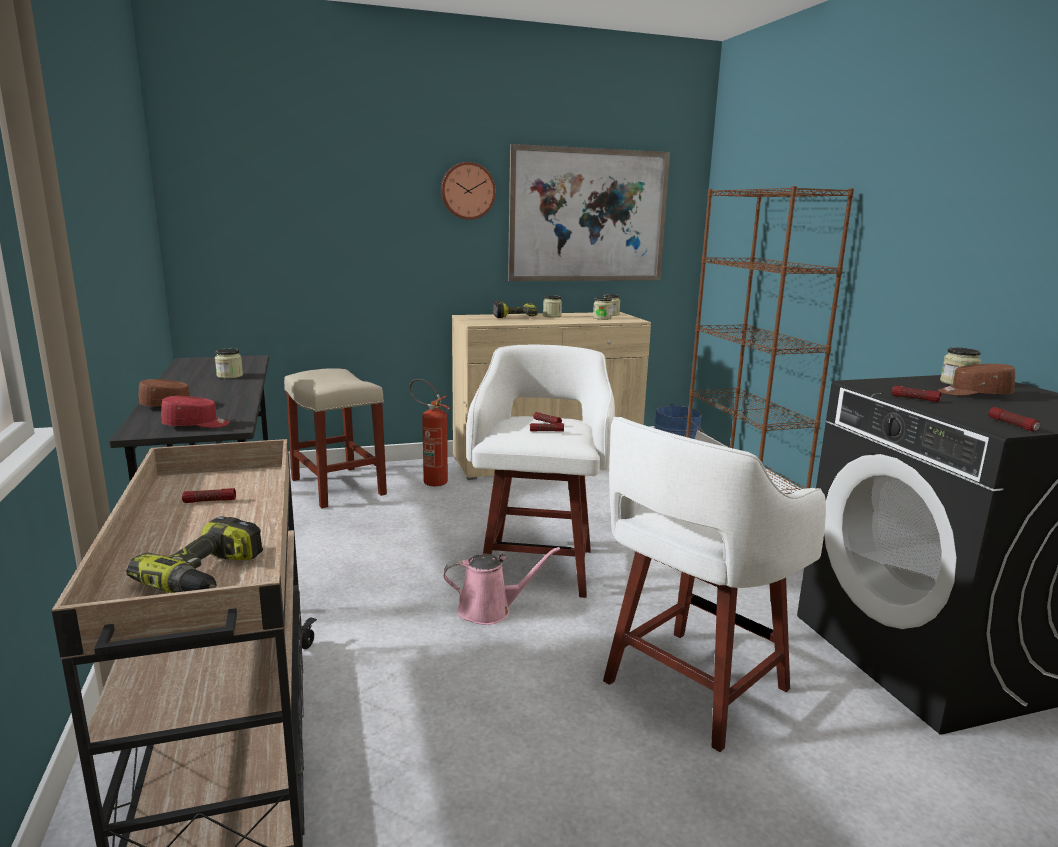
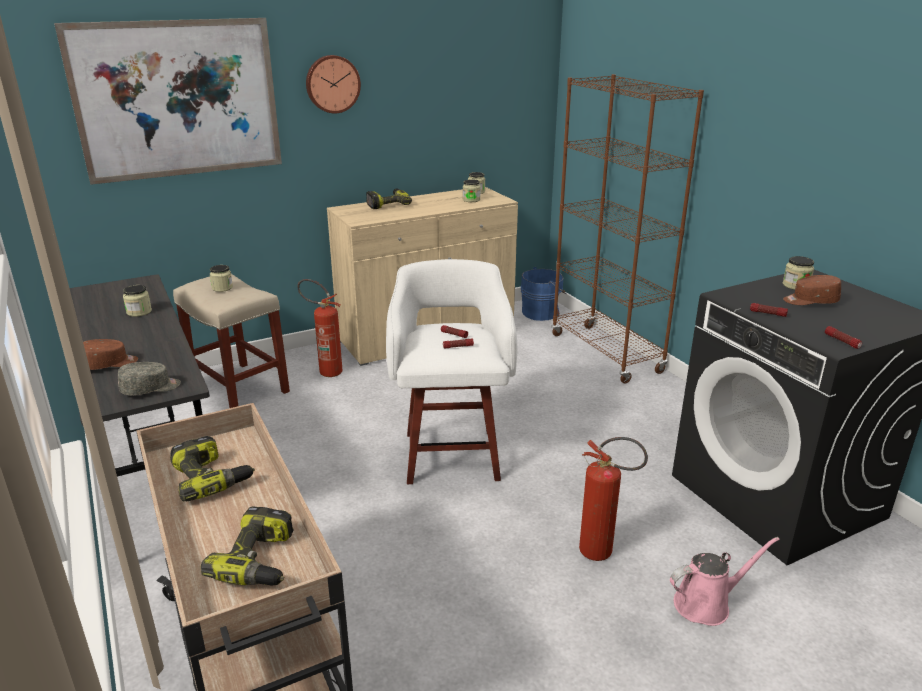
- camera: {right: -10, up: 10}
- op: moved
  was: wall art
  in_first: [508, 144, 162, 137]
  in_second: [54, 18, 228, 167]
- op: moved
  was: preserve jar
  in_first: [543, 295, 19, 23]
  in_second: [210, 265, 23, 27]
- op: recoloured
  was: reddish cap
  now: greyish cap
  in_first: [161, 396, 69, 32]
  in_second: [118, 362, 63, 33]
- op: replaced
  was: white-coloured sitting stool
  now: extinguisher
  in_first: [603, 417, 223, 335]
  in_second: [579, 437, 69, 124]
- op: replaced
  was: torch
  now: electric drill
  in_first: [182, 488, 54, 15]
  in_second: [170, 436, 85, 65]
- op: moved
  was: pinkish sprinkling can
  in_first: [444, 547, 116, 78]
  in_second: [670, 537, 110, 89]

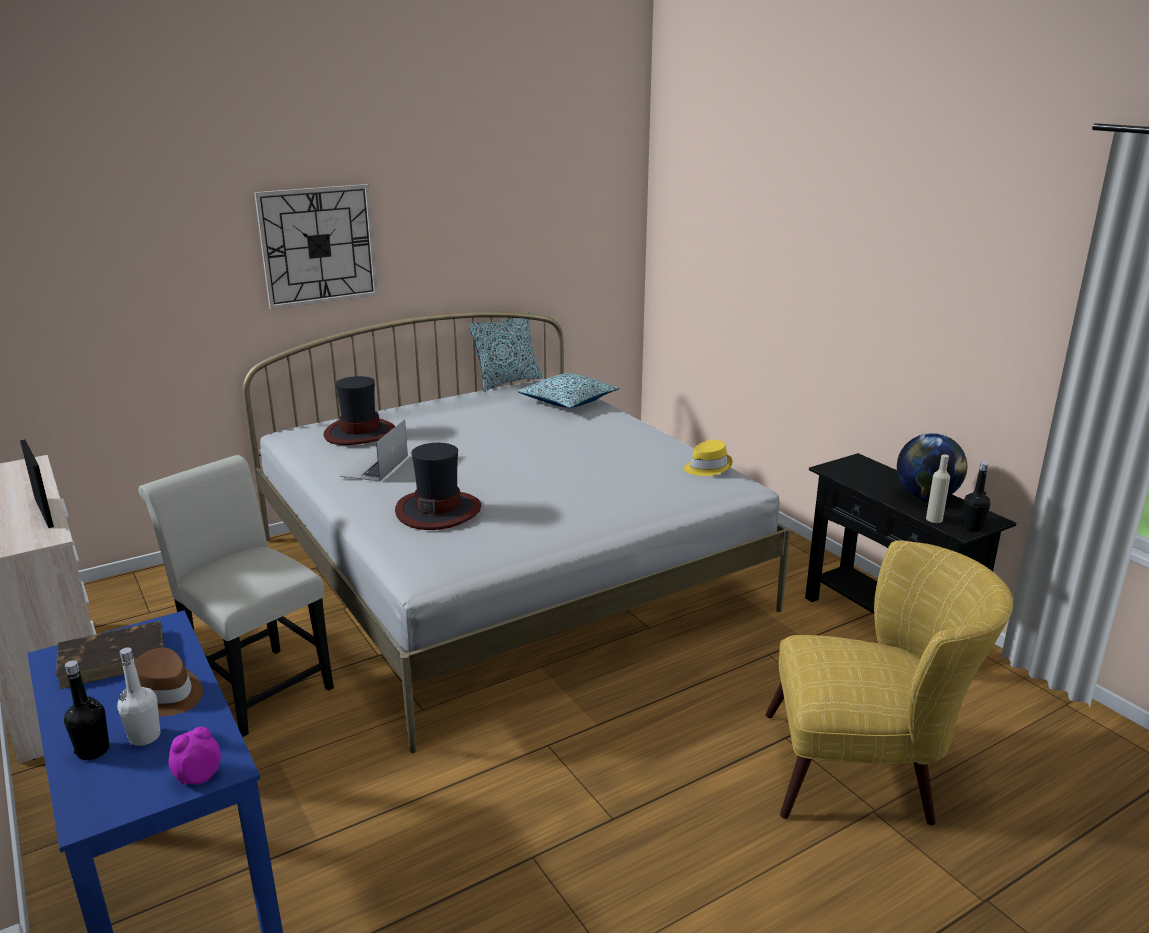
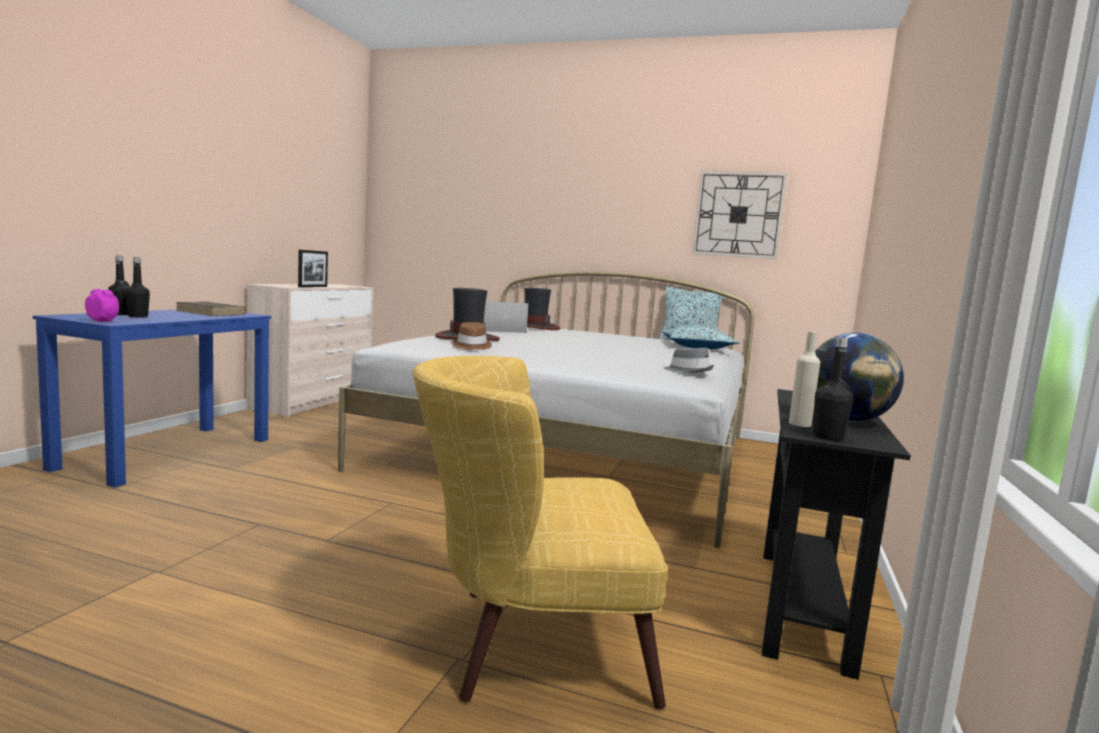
- camera: {right: 50, up: -15}
- op: moved
  was: clock on the wall
  in_first: [254, 184, 124, 125]
  in_second: [692, 171, 96, 88]
- op: recoloured
  was: yellow wearable hat
  now: greyish wearable hat
  in_first: [684, 440, 49, 36]
  in_second: [664, 348, 50, 25]
- op: removed
  was: white-coloured plain chair
  in_first: [138, 455, 196, 282]
- op: turned
  was: yellow lounge chair
  in_first: [766, 540, 247, 285]
  in_second: [412, 356, 256, 353]
  clockwise: 120
- op: recoloured
  was: white-coloured drink bottle
  now: blackish drink bottle
  in_first: [117, 647, 43, 99]
  in_second: [125, 257, 25, 61]
- op: moved
  was: brown-coloured wearable hat
  in_first: [126, 648, 77, 68]
  in_second: [452, 322, 40, 28]

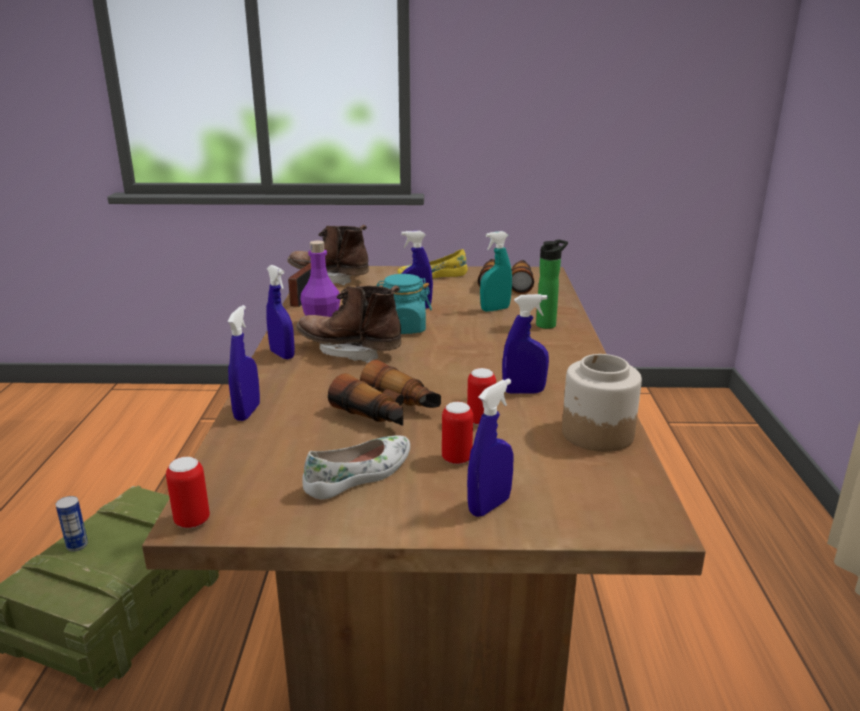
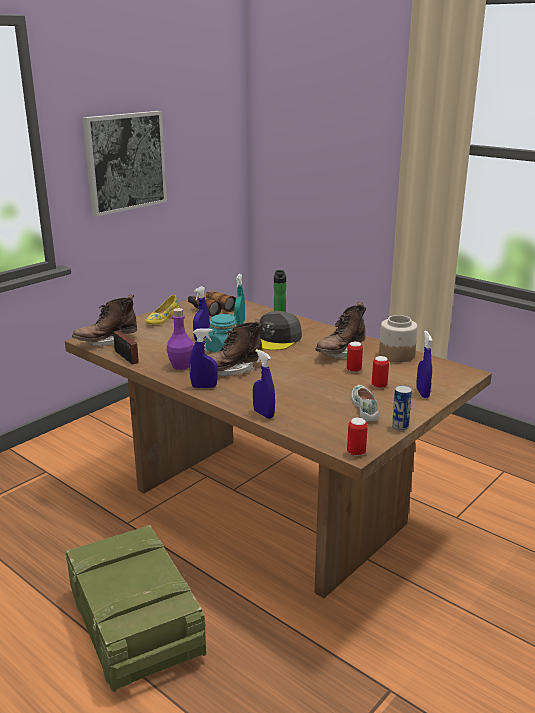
- camera: {right: -50, up: 0}
- op: replaced
  was: bluish sprayer
  now: brown-coloured boot
  in_first: [502, 294, 47, 99]
  in_second: [315, 302, 51, 56]
- op: removed
  was: field glasses
  in_first: [328, 360, 113, 66]
- op: moved
  was: metal can
  in_first: [56, 496, 32, 56]
  in_second: [392, 385, 20, 46]
- op: added
  now: wall art
  in_second: [82, 111, 85, 106]
- op: added
  now: greyish cap
  in_second: [259, 311, 43, 39]

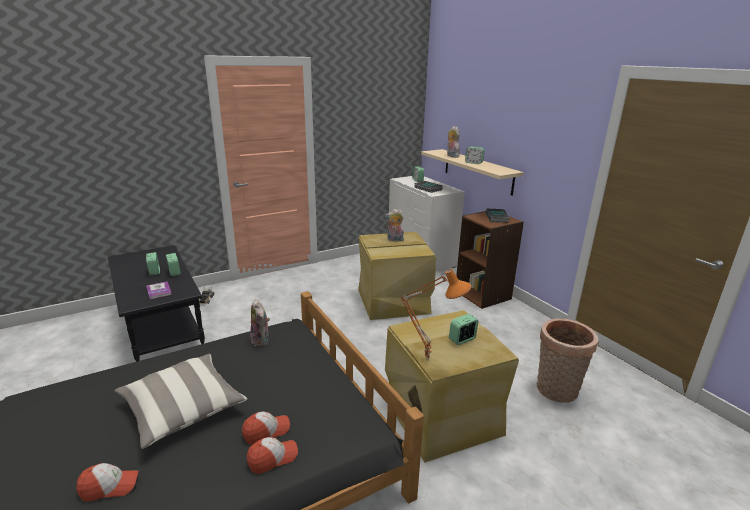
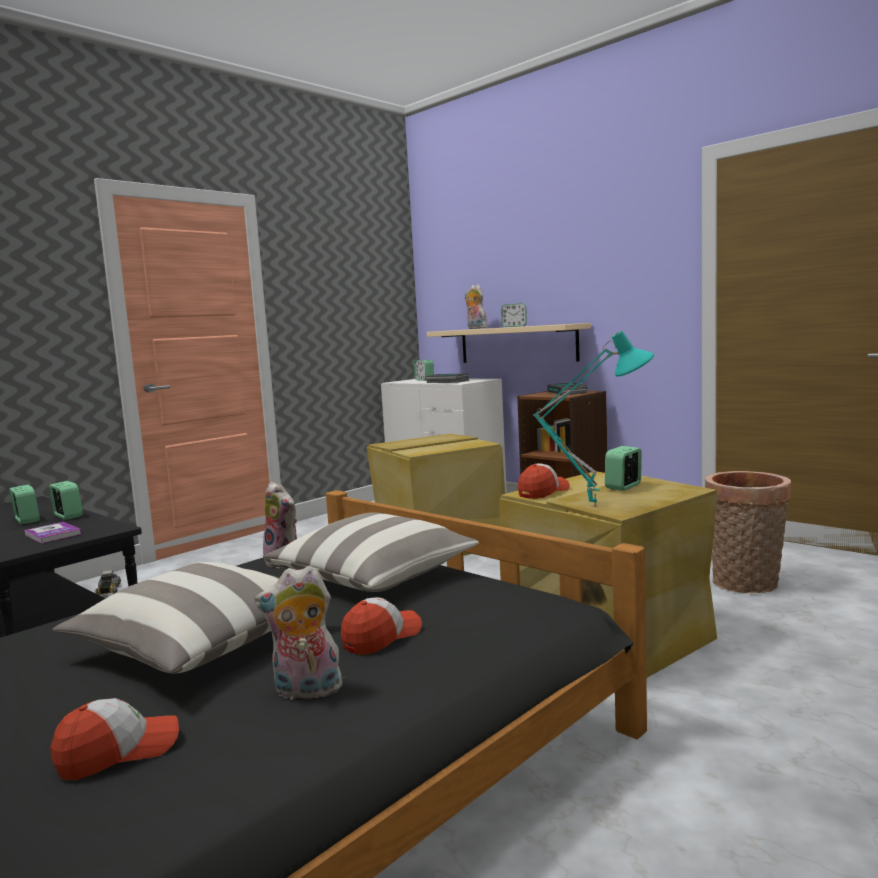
- camera: {right: -15, up: -15}
- op: moved
  was: cuddly toy
  in_first: [385, 209, 19, 33]
  in_second: [255, 565, 87, 135]
- op: recoloured
  was: orange-coloured tabletop lamp
  now: turquoise-coloured tabletop lamp
  in_first: [401, 269, 70, 91]
  in_second: [533, 331, 121, 176]
- op: moved
  was: cap
  in_first: [247, 437, 51, 37]
  in_second: [518, 464, 52, 35]
- op: added
  now: throw pillow
  in_second: [263, 512, 216, 80]

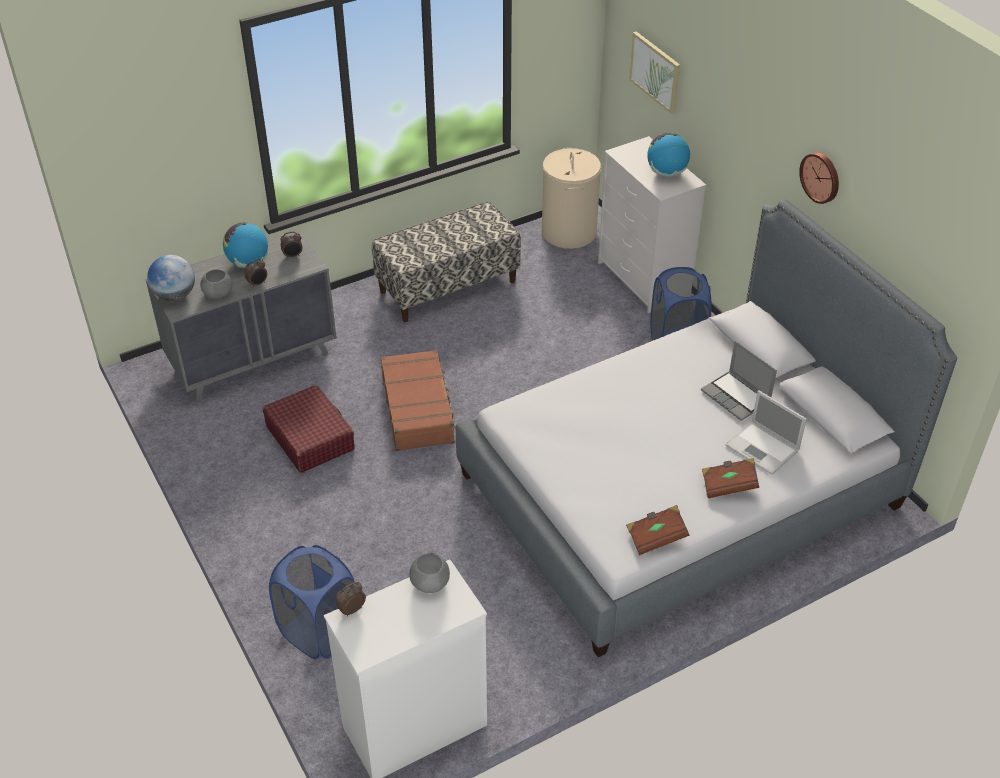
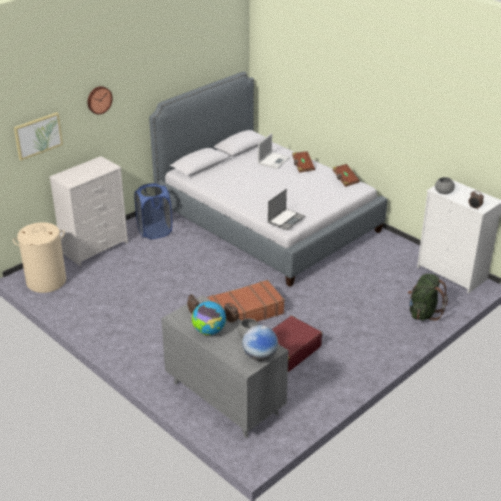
- camera: {right: -105, up: -10}
- op: removed
  was: globe
  in_first: [647, 133, 43, 44]
- op: moved
  was: clock on the wall
  in_first: [799, 152, 40, 52]
  in_second: [87, 86, 26, 29]
- op: removed
  was: indoor bench
  in_first: [372, 202, 149, 120]
- op: moved
  was: laptop
  in_first: [701, 341, 76, 80]
  in_second: [268, 189, 37, 41]
- op: replaced
  was: bluish hamper
  now: green rucksack
  in_first: [269, 545, 86, 114]
  in_second: [408, 274, 40, 47]

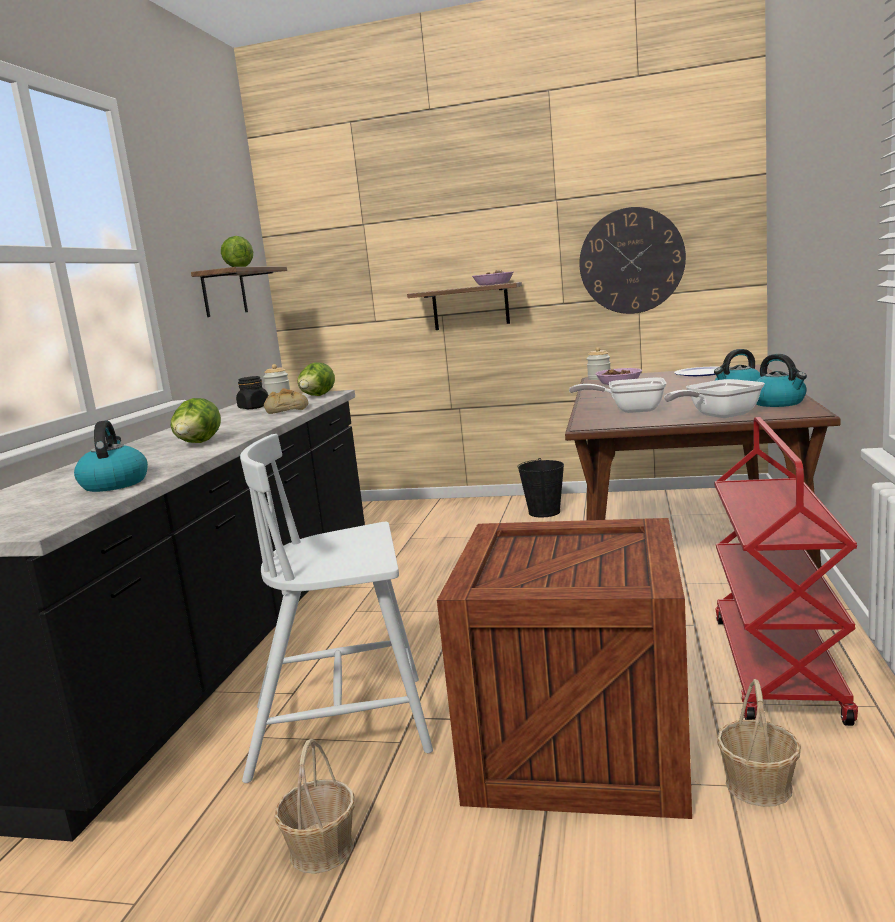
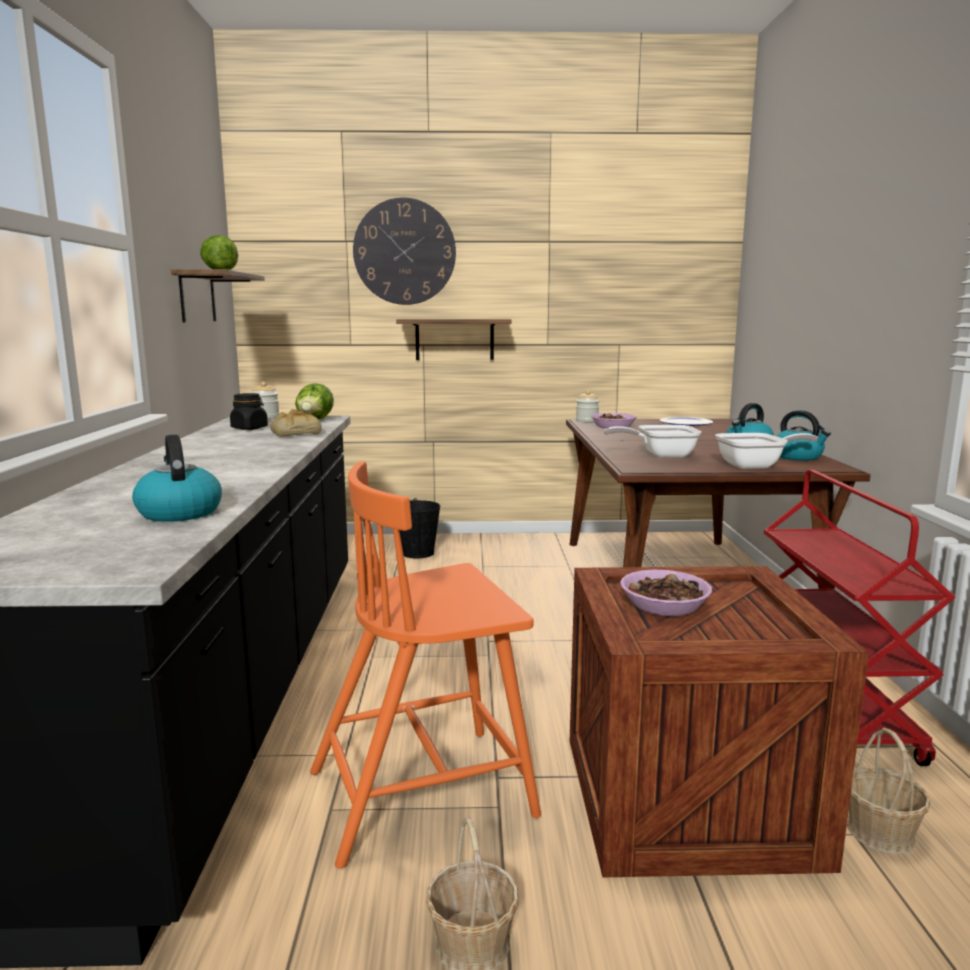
- camera: {right: -15, up: 0}
- op: moved
  was: clock on the wall
  in_first: [579, 207, 107, 107]
  in_second: [353, 198, 103, 107]
- op: moved
  was: bowl
  in_first: [472, 270, 42, 16]
  in_second: [620, 570, 92, 46]
- op: turned
  was: pan
  in_first: [664, 379, 101, 39]
  in_second: [715, 433, 103, 36]
  clockwise: -150
- op: removed
  was: lettuce head
  in_first: [171, 398, 50, 45]
- op: recoloured
  was: white-coloured plain chair
  now: orange-coloured plain chair
  in_first: [240, 434, 193, 349]
  in_second: [310, 461, 231, 408]
- op: moved
  was: blackish pail
  in_first: [517, 458, 47, 59]
  in_second: [400, 498, 40, 61]

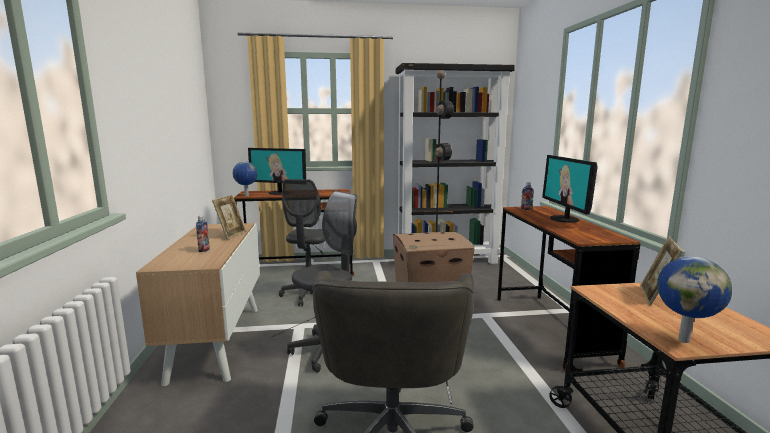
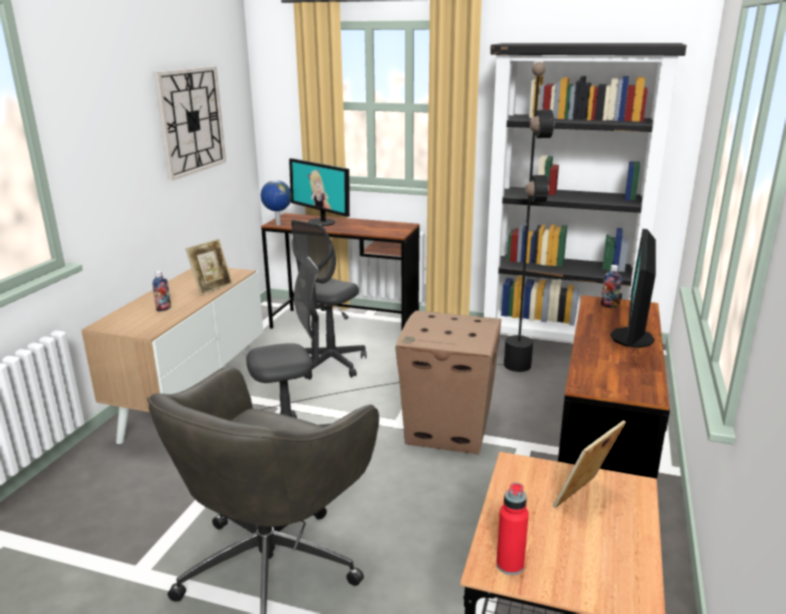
- camera: {right: 25, up: 10}
- op: replaced
  was: globe
  now: reddish drink bottle
  in_first: [657, 256, 75, 87]
  in_second: [496, 483, 33, 92]
- op: added
  now: clock on the wall
  in_second: [154, 66, 72, 115]

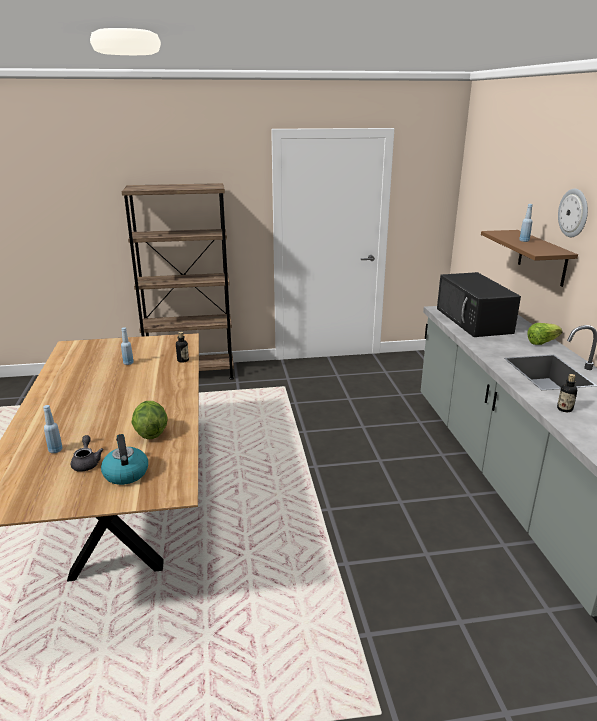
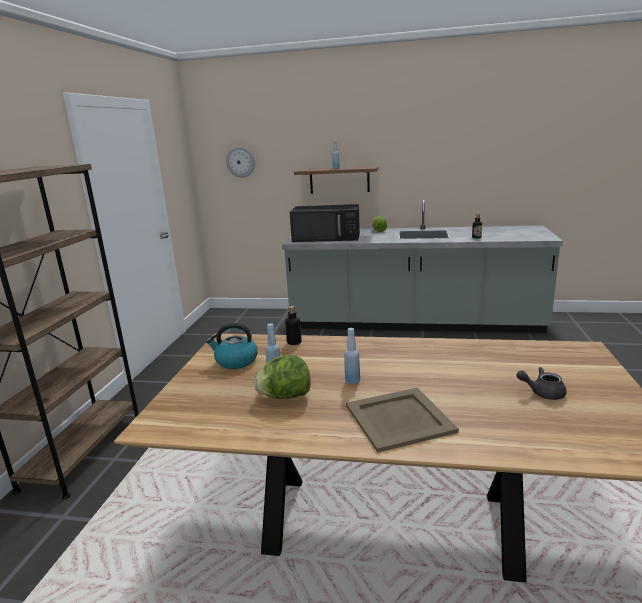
- camera: {right: -70, up: -5}
- op: moved
  was: clock on the wall
  in_first: [558, 189, 30, 48]
  in_second: [226, 146, 29, 32]
- op: moved
  was: lettuce head
  in_first: [131, 401, 37, 38]
  in_second: [254, 355, 57, 44]
- op: moved
  was: bluish drink bottle
  in_first: [43, 405, 20, 48]
  in_second: [344, 328, 16, 56]
- op: moved
  was: water kettle
  in_first: [101, 434, 47, 51]
  in_second: [206, 323, 52, 46]
- op: added
  now: beige-coloured tray
  in_second: [346, 388, 113, 65]

